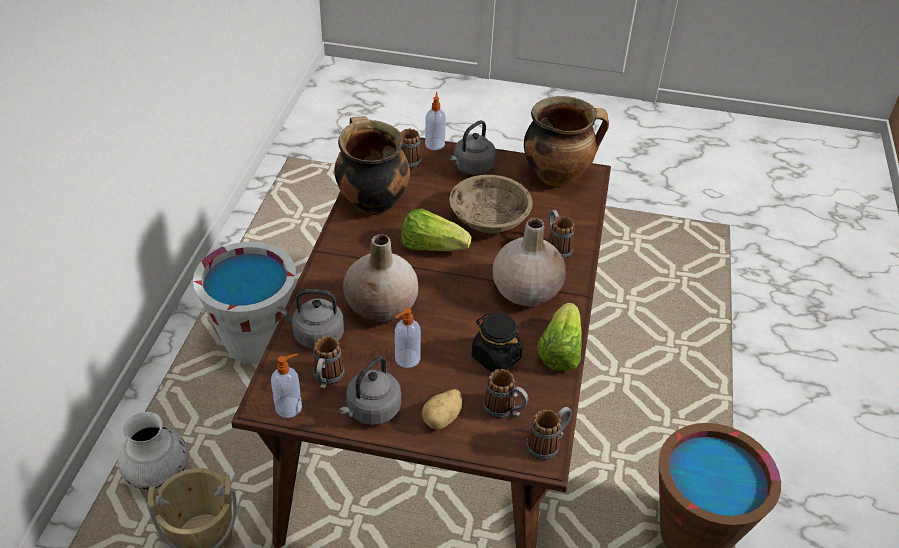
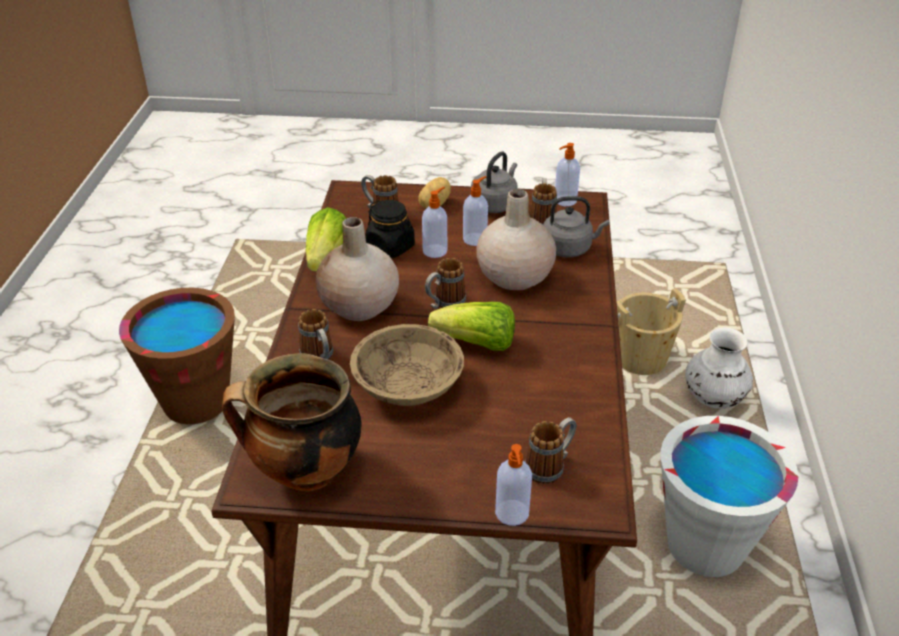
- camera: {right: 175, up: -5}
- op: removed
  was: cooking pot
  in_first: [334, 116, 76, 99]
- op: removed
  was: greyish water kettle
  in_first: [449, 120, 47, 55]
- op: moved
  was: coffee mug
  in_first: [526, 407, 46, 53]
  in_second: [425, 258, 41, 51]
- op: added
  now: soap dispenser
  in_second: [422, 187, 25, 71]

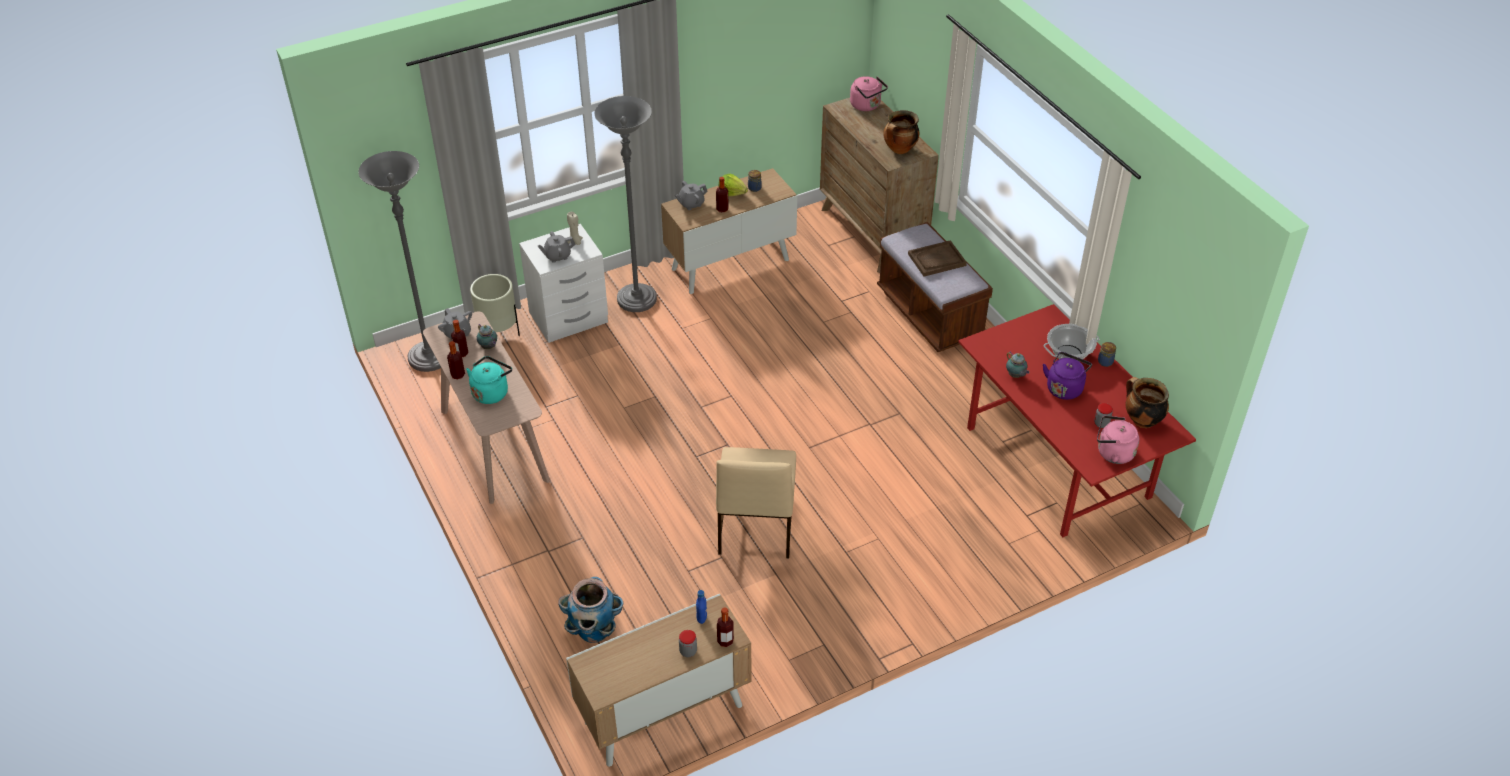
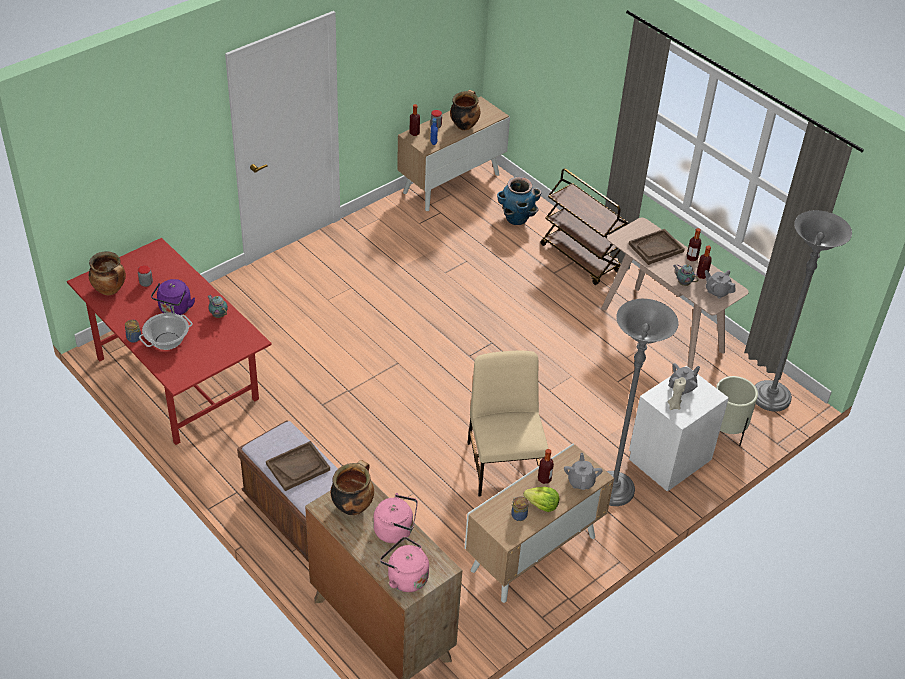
- camera: {right: 165, up: 0}
- op: turned
  was: greyish pot for tea
  in_first: [675, 181, 32, 29]
  in_second: [564, 453, 39, 37]
  clockwise: -45
- op: replaced
  was: turquoise-coloured water kettle
  now: brown-coloured tray
  in_first: [466, 356, 46, 48]
  in_second: [628, 229, 57, 36]
- op: moved
  was: pinkish water kettle
  in_first: [1097, 416, 42, 48]
  in_second: [373, 493, 45, 50]
- op: moved
  was: beige-coloured plain chair
  in_first: [716, 447, 80, 111]
  in_second: [468, 350, 80, 146]
- op: added
  now: cooking pot
  in_second: [450, 90, 30, 40]
- op: added
  now: brown-coloured wheeled cart
  in_second: [541, 168, 87, 117]

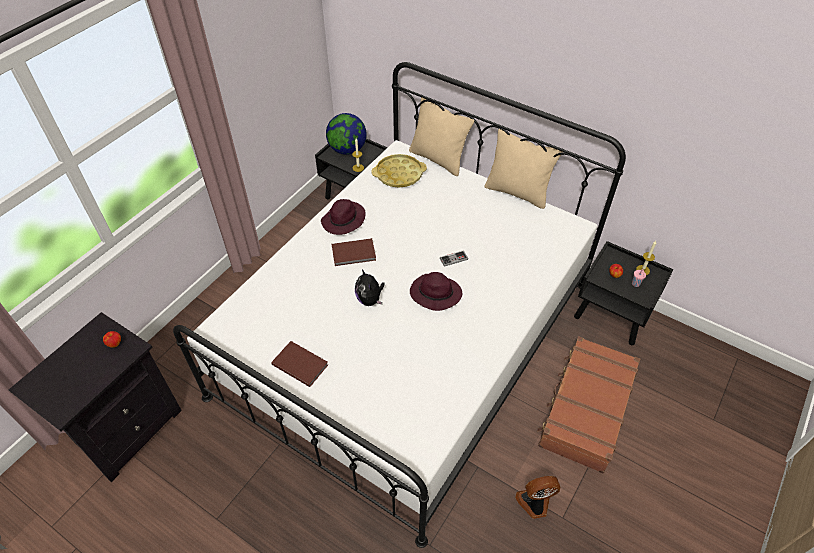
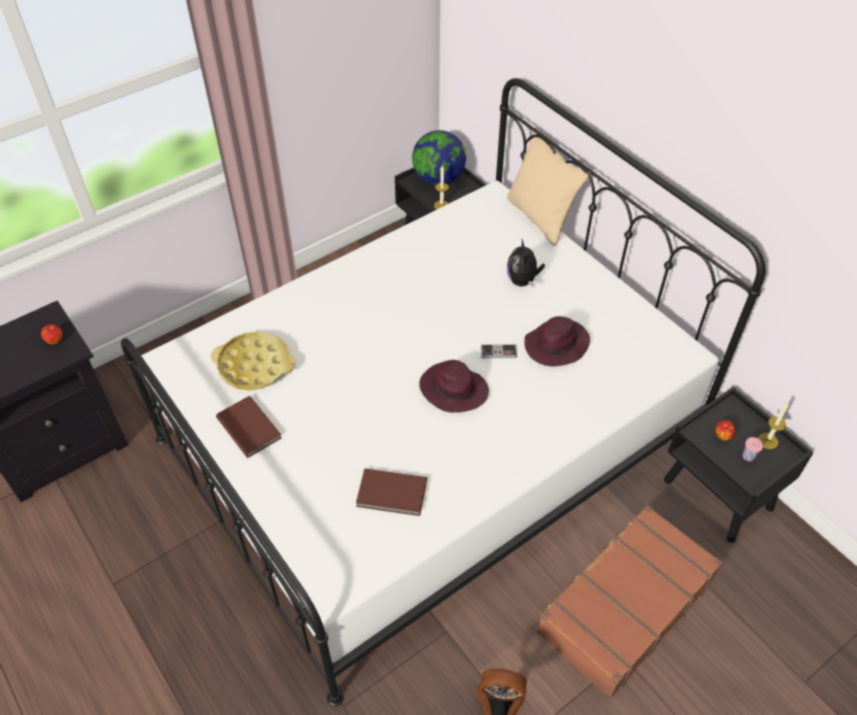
- camera: {right: 20, up: 0}
- op: removed
  was: beige-coloured throw pillow
  in_first: [484, 129, 78, 80]
- op: moved
  was: yellow tray
  in_first: [371, 154, 56, 34]
  in_second: [211, 331, 85, 59]
- op: moved
  was: purplish wearable hat
  in_first: [321, 199, 44, 36]
  in_second: [524, 316, 66, 50]
- op: moved
  was: brown-coloured book
  in_first: [332, 238, 44, 28]
  in_second: [356, 468, 71, 48]
- op: moved
  was: cuddly toy
  in_first: [355, 269, 30, 37]
  in_second: [507, 239, 38, 48]

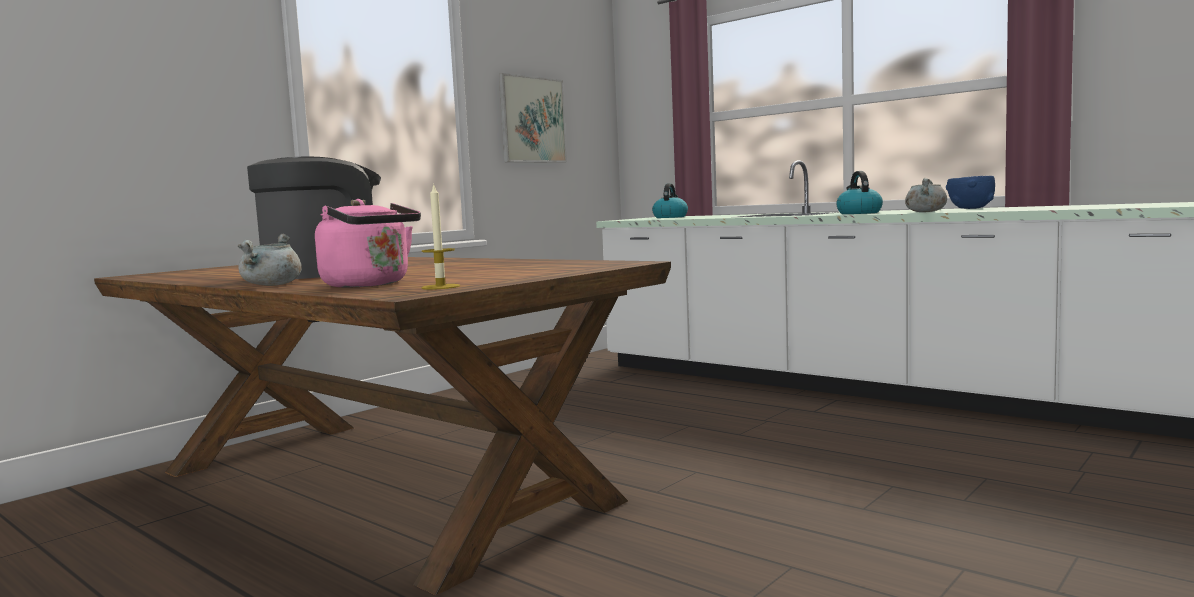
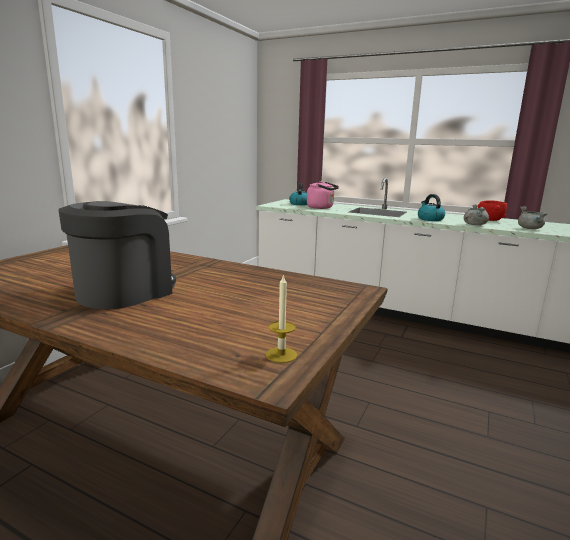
- camera: {right: -15, up: 10}
- op: removed
  was: wall art
  in_first: [499, 73, 68, 90]
- op: recoloured
  was: bluish bowl
  now: reddish bowl
  in_first: [946, 176, 49, 33]
  in_second: [477, 200, 30, 21]
- op: moved
  was: pinkish water kettle
  in_first: [315, 199, 106, 88]
  in_second: [307, 181, 32, 28]
- op: moved
  was: greyish cooking pot
  in_first: [238, 234, 64, 52]
  in_second: [518, 206, 30, 23]

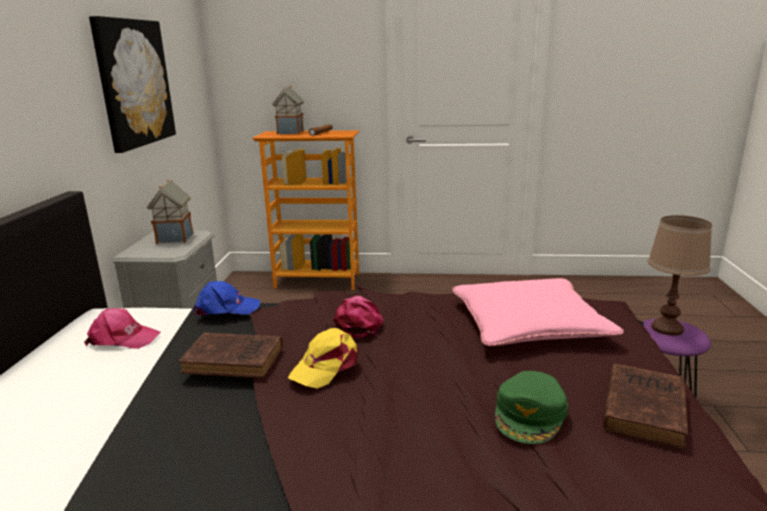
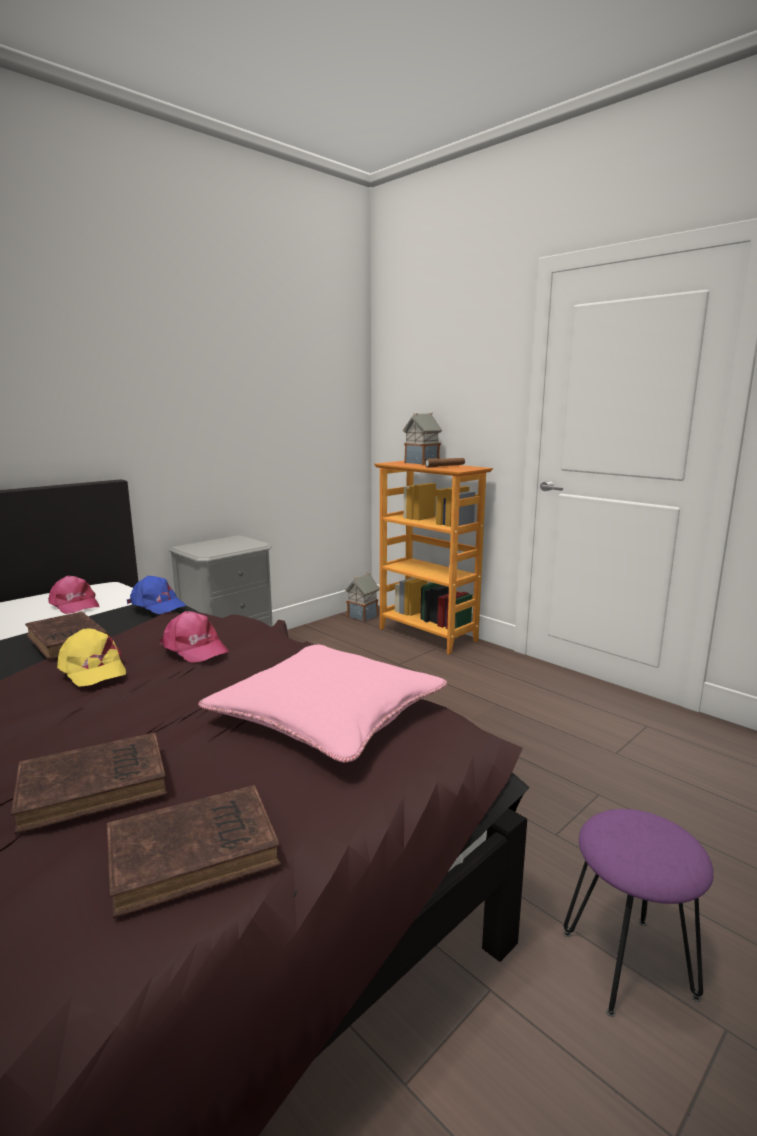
- camera: {right: 40, up: -5}
- op: removed
  was: wall art
  in_first: [89, 16, 87, 137]
- op: moved
  was: toy house
  in_first: [147, 180, 47, 64]
  in_second: [346, 573, 34, 49]
- op: removed
  was: brown-coloured tabletop lamp
  in_first: [648, 215, 64, 121]
- op: turned
  was: pinkish cap
  in_first: [333, 296, 50, 42]
  in_second: [159, 611, 70, 52]
  clockwise: 90
- op: turned
  was: yellow cap
  in_first: [288, 328, 71, 61]
  in_second: [57, 629, 69, 58]
  clockwise: -120
- op: replaced
  was: green cap
  now: brown-coloured book
  in_first: [495, 371, 73, 73]
  in_second: [11, 732, 156, 102]

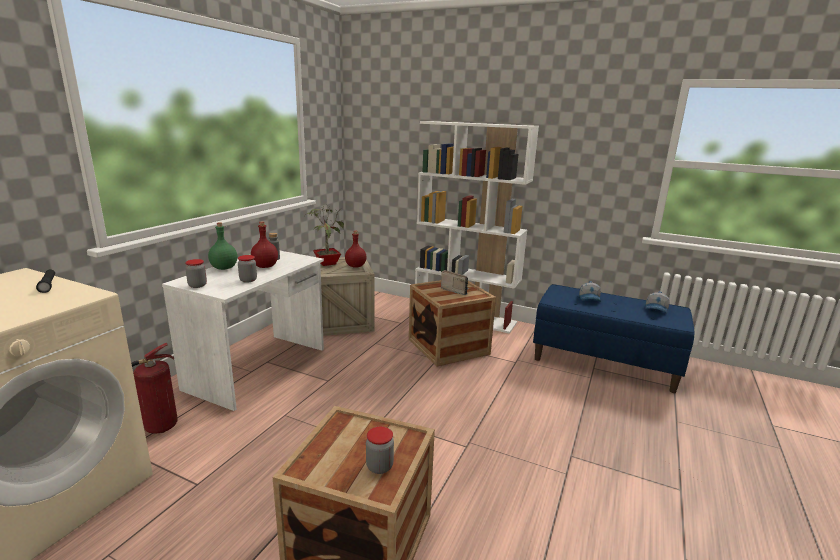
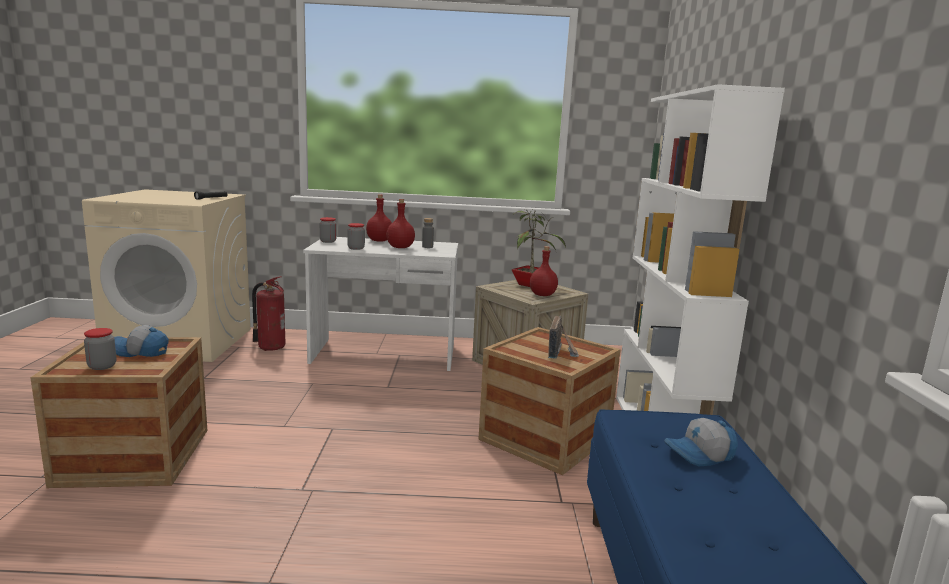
- camera: {right: 65, up: -5}
- op: recoloured
  was: green drink bottle
  now: reddish drink bottle
  in_first: [208, 222, 29, 48]
  in_second: [366, 194, 26, 48]
- op: moved
  was: cap
  in_first: [645, 291, 25, 22]
  in_second: [114, 325, 55, 32]

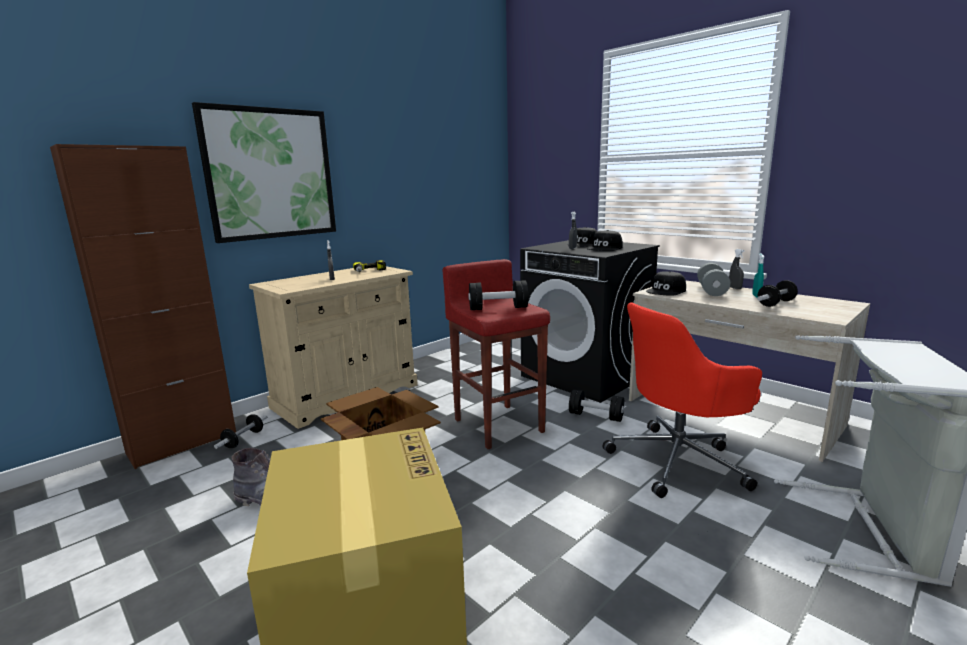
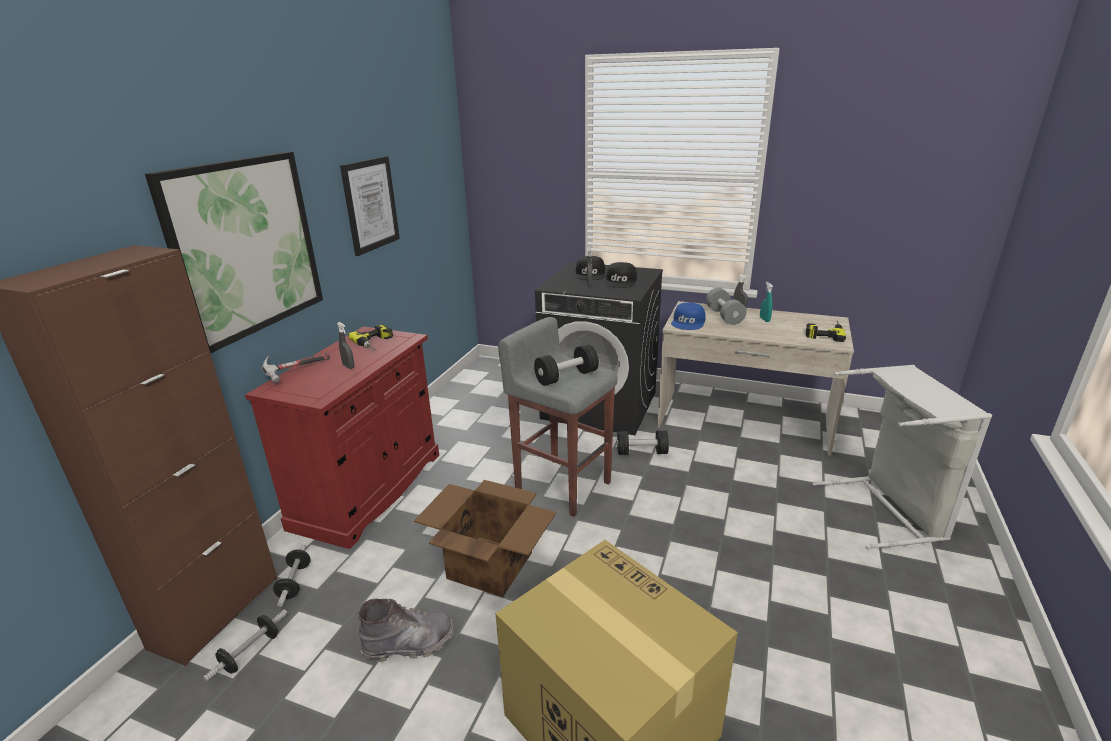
- camera: {right: -25, up: 10}
- op: recoloured
  was: reddish sitting stool
  now: greyish sitting stool
  in_first: [443, 259, 107, 190]
  in_second: [498, 317, 120, 200]
- op: recoloured
  was: beige-coloured cupboard
  now: reddish cupboard
  in_first: [249, 266, 169, 163]
  in_second: [245, 326, 194, 223]
- op: recoloured
  was: blackish cap
  now: bluish cap
  in_first: [646, 271, 40, 24]
  in_second: [671, 302, 35, 28]
- op: moved
  was: hand weight
  in_first: [757, 280, 41, 27]
  in_second: [203, 610, 85, 71]
- op: removed
  was: reddish office chair
  in_first: [603, 302, 159, 196]
- op: added
  now: wall art
  in_second: [340, 156, 60, 100]
- op: added
  now: electric drill
  in_second: [806, 321, 40, 21]
- op: added
  now: hammer
  in_second: [262, 352, 68, 31]

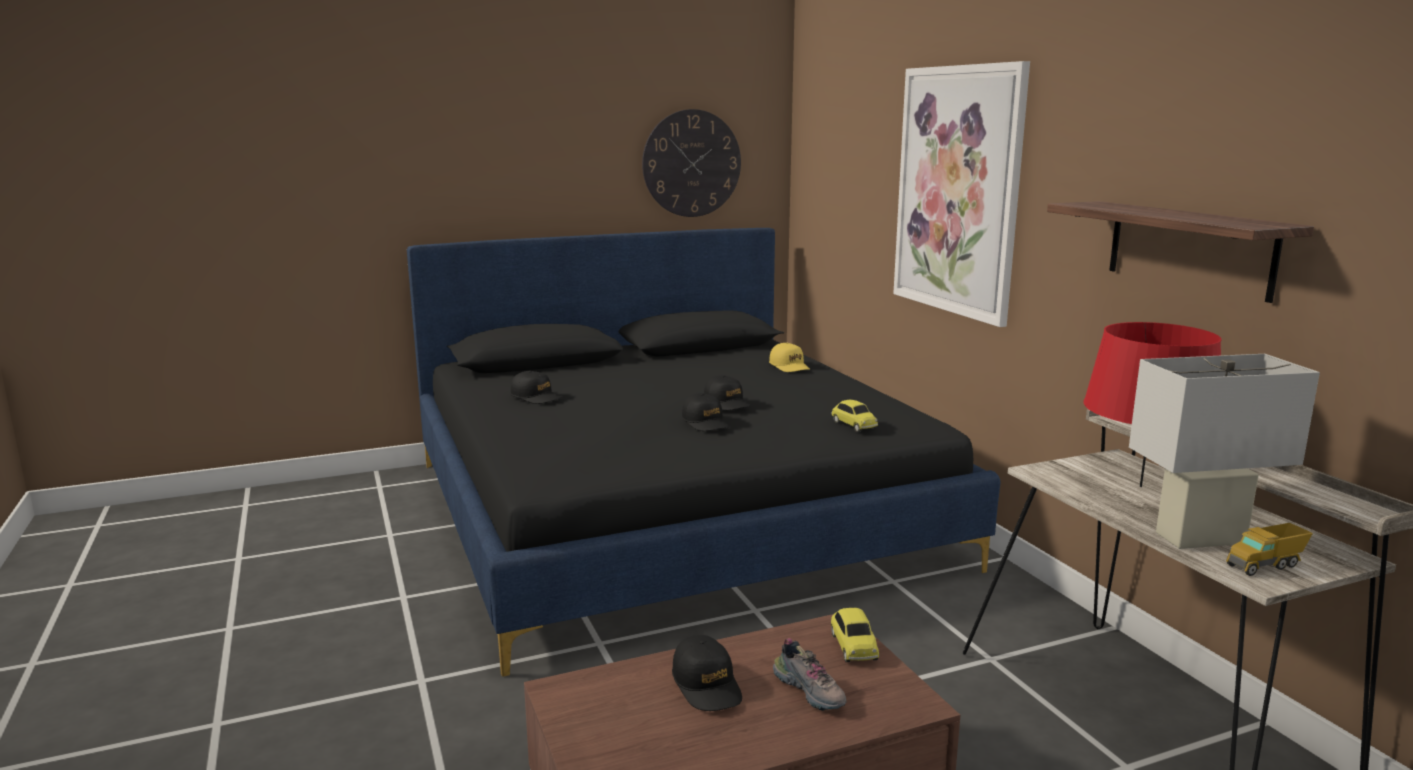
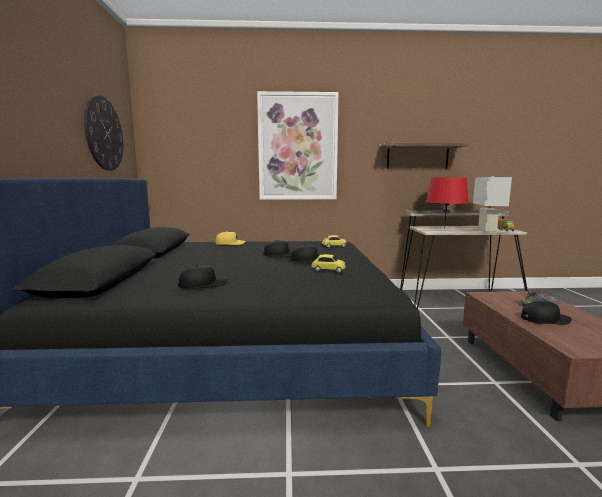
- camera: {right: -70, up: -5}
- op: moved
  was: miniature car
  in_first: [831, 607, 48, 55]
  in_second: [311, 254, 35, 19]

